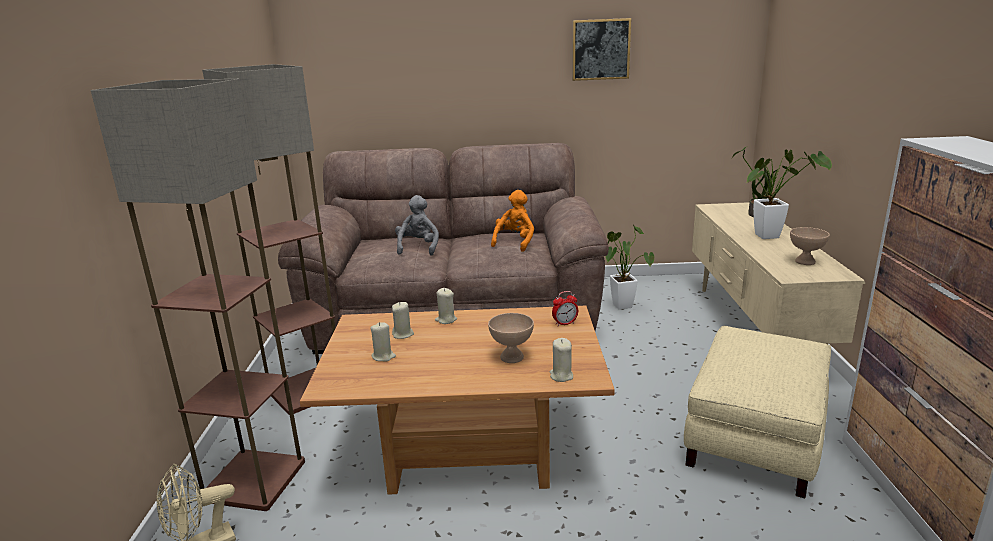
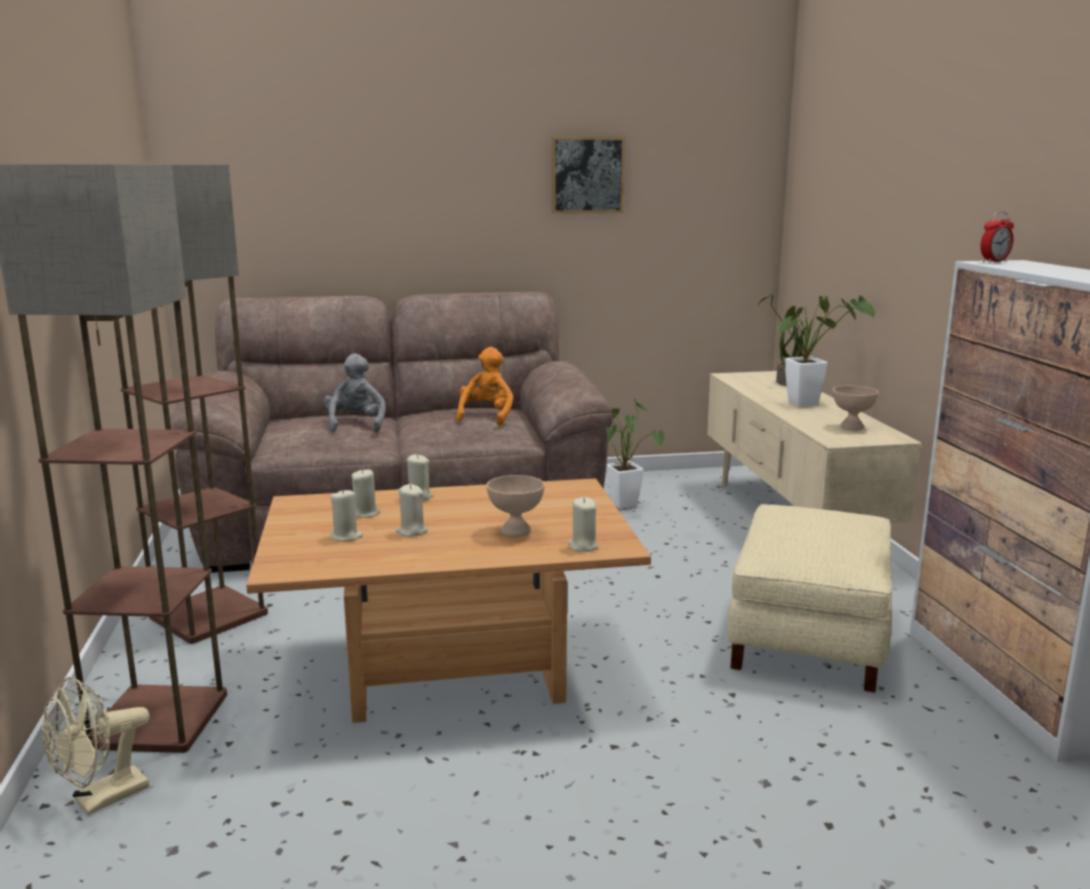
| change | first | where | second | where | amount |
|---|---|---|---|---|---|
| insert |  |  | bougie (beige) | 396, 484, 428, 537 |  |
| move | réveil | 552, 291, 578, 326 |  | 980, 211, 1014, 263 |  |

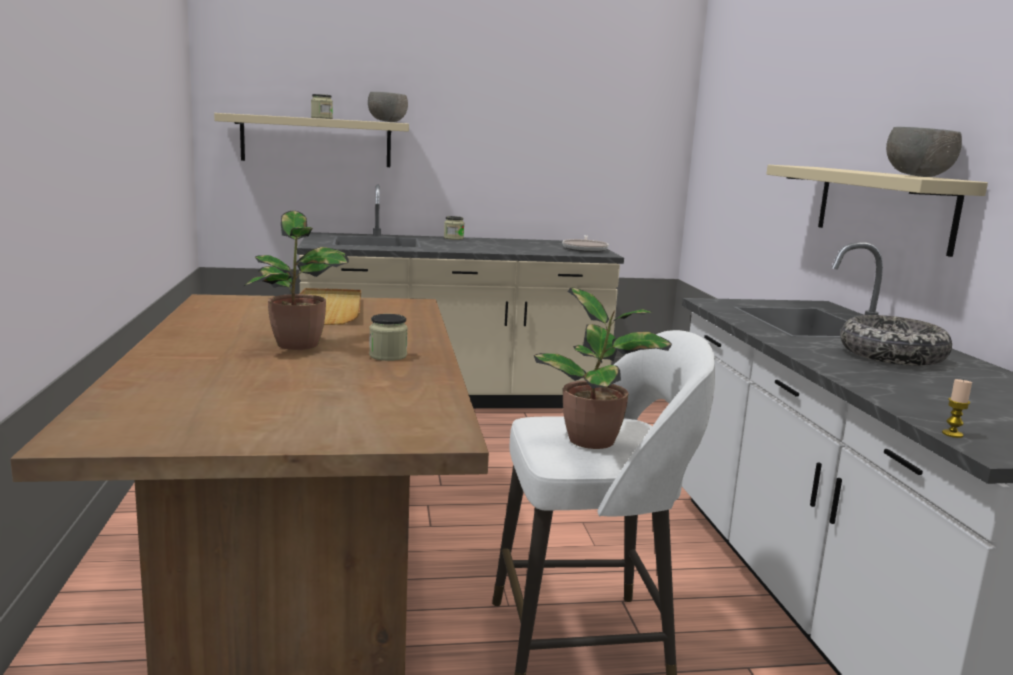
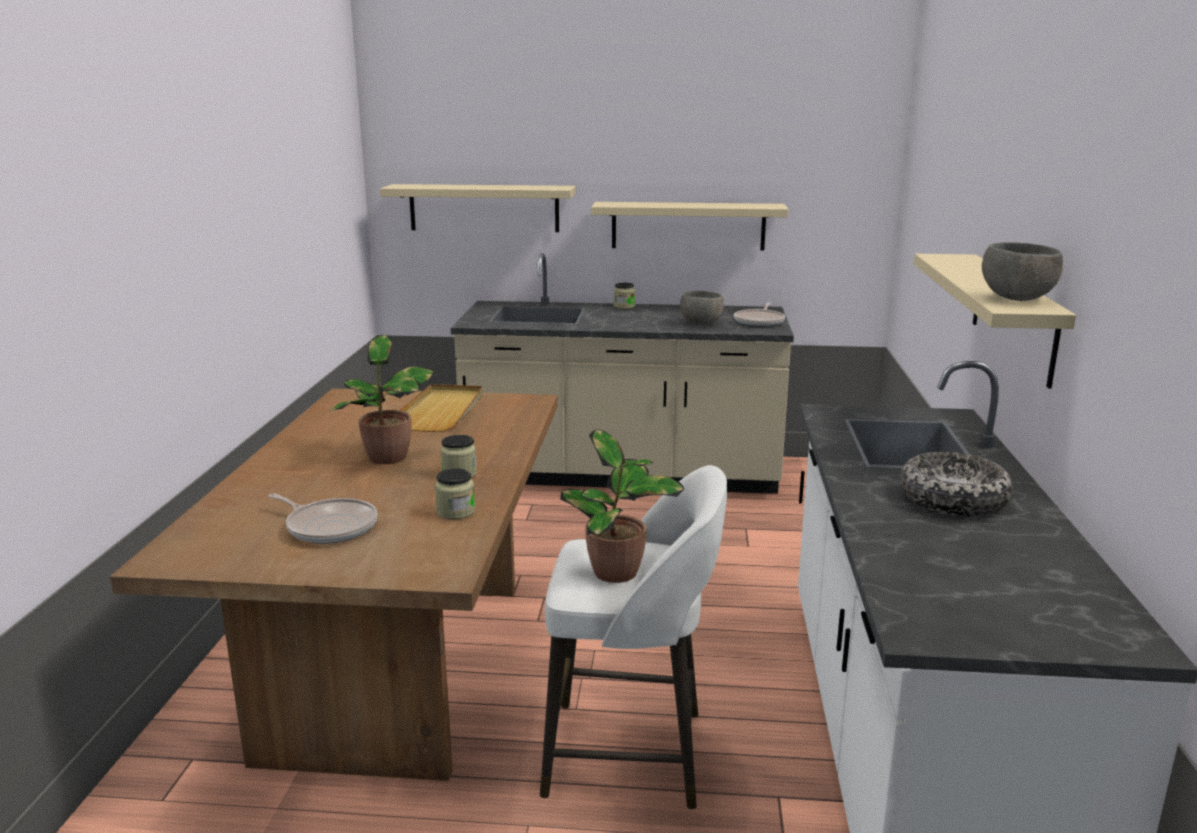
| change | first | where | second | where | amount |
|---|---|---|---|---|---|
| delete | bougie | 942, 379, 972, 438 |  |  |  |
| insert |  |  | poêle | 269, 493, 377, 544 |  |
| insert |  |  | étagère (beige) | 591, 202, 789, 250 |  |
| move | bocal | 311, 94, 333, 119 |  | 435, 468, 475, 519 |  |
| move | bol (gris) | 368, 92, 408, 122 |  | 680, 290, 724, 325 |  |

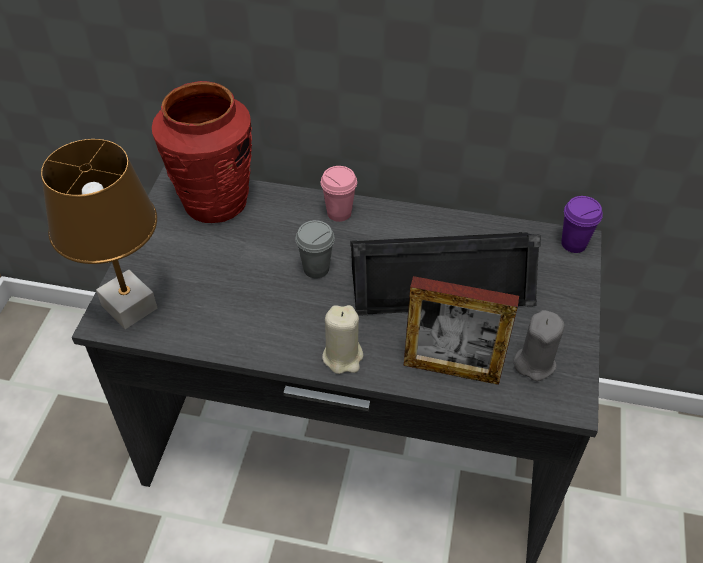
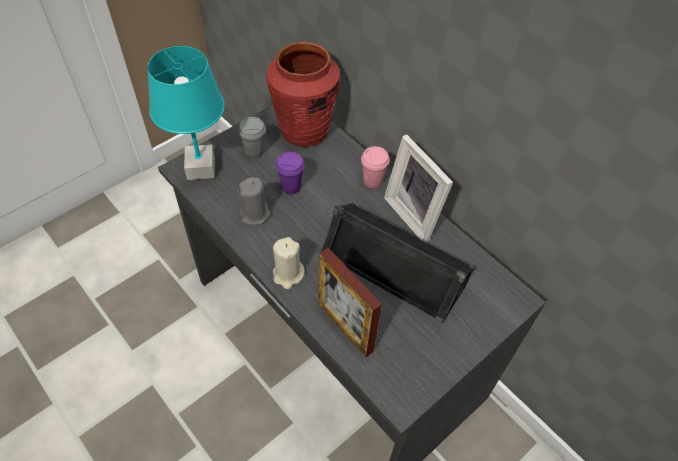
| change | first | where | second | where | amount |
|---|---|---|---|---|---|
| insert |  |  | cadre photo | 384, 135, 453, 243 |  |
| move | tasse (gris) | 296, 220, 335, 278 |  | 238, 117, 266, 159 |  |
| move | bougie (gris) | 513, 310, 565, 381 |  | 239, 177, 271, 225 |  |
| move | tasse (violet) | 561, 196, 603, 253 |  | 276, 152, 305, 194 |  |
| recolor | lampe de table (marron) | 41, 139, 157, 329 | lampe de table (turquoise) | 147, 46, 225, 180 |  |

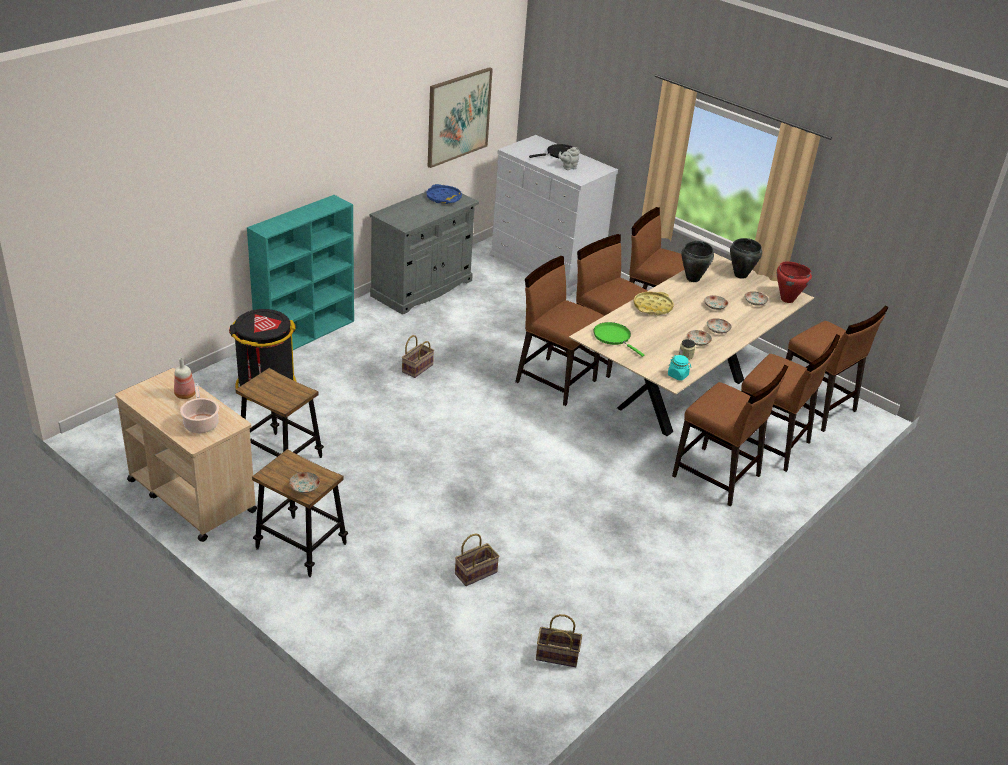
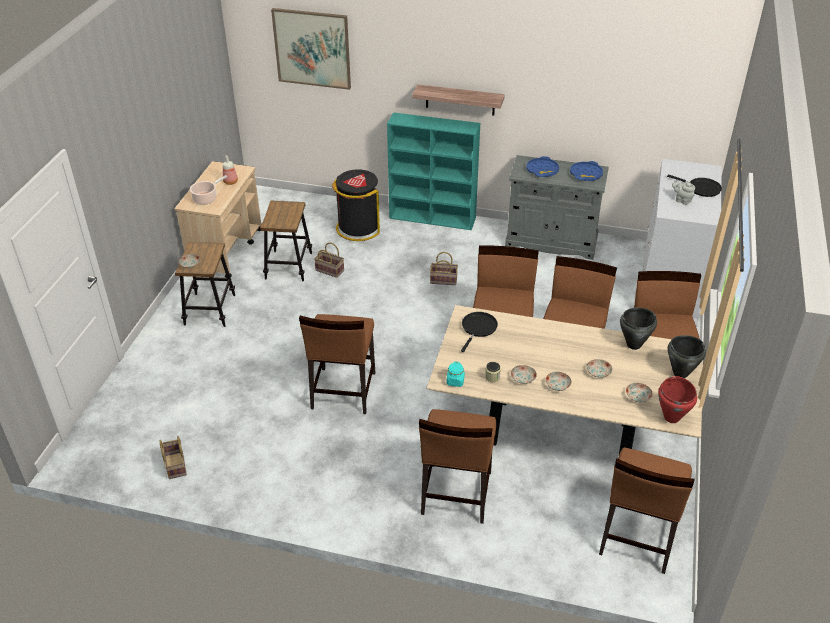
| change | first | where | second | where | amount |
|---|---|---|---|---|---|
| delete | plateau (jaune) | 633, 292, 674, 316 |  |  |  |
| insert |  |  | étagère | 412, 84, 505, 116 |  |
| insert |  |  | plateau (bleu) | 526, 156, 559, 177 |  |
| move | tableau | 428, 67, 493, 168 |  | 271, 8, 351, 90 |  |
| move | panier | 455, 534, 499, 586 |  | 314, 242, 344, 278 |  |
| move | chaise (marron) | 741, 334, 840, 472 |  | 299, 314, 375, 414 |  |
| recolor | poêle (vert) | 593, 322, 644, 357 | poêle (noir) | 461, 312, 498, 352 |  |

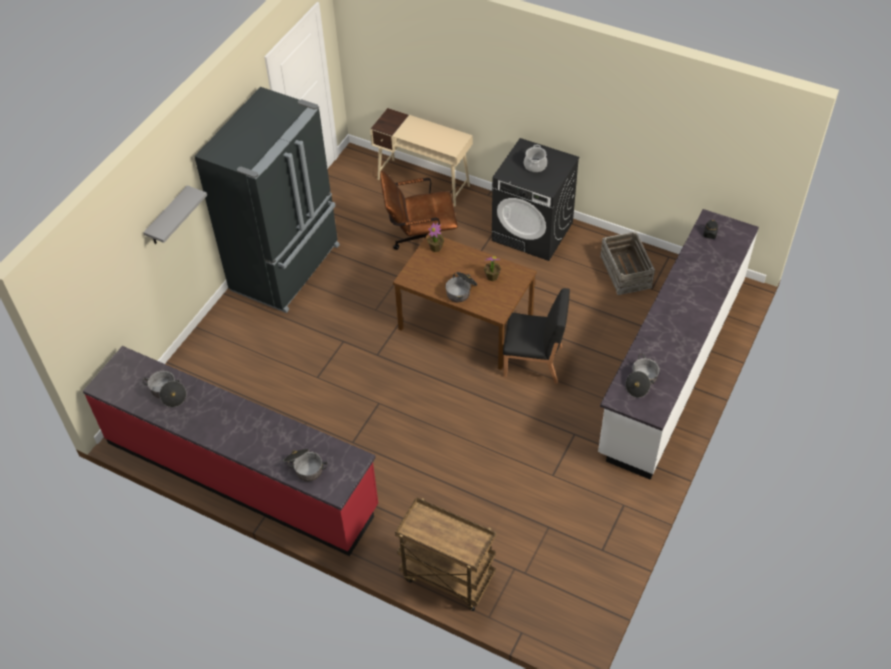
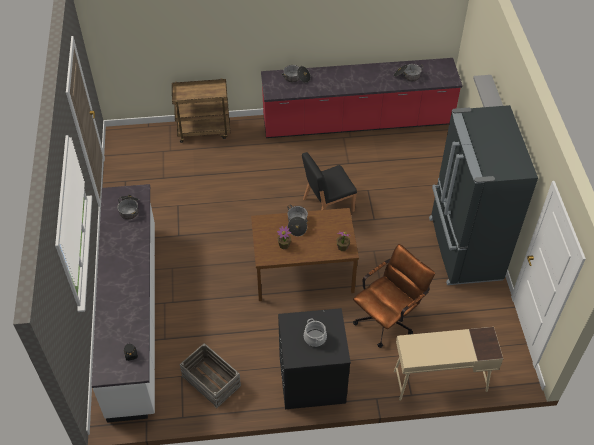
| change | first | where | second | where | amount |
|---|---|---|---|---|---|
| move | chaise (noir) | 503, 288, 570, 384 |  | 302, 152, 357, 212 |  |

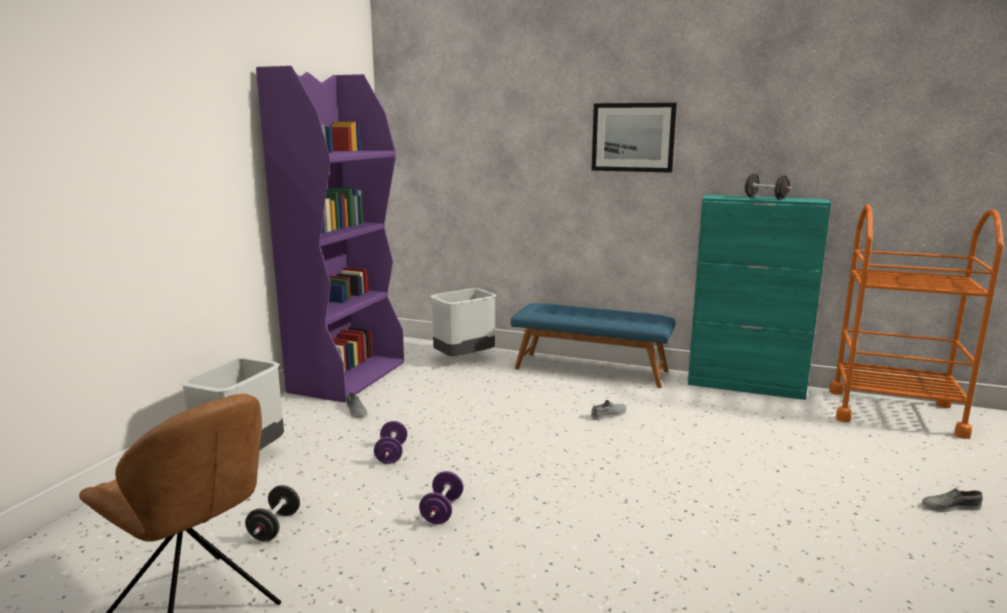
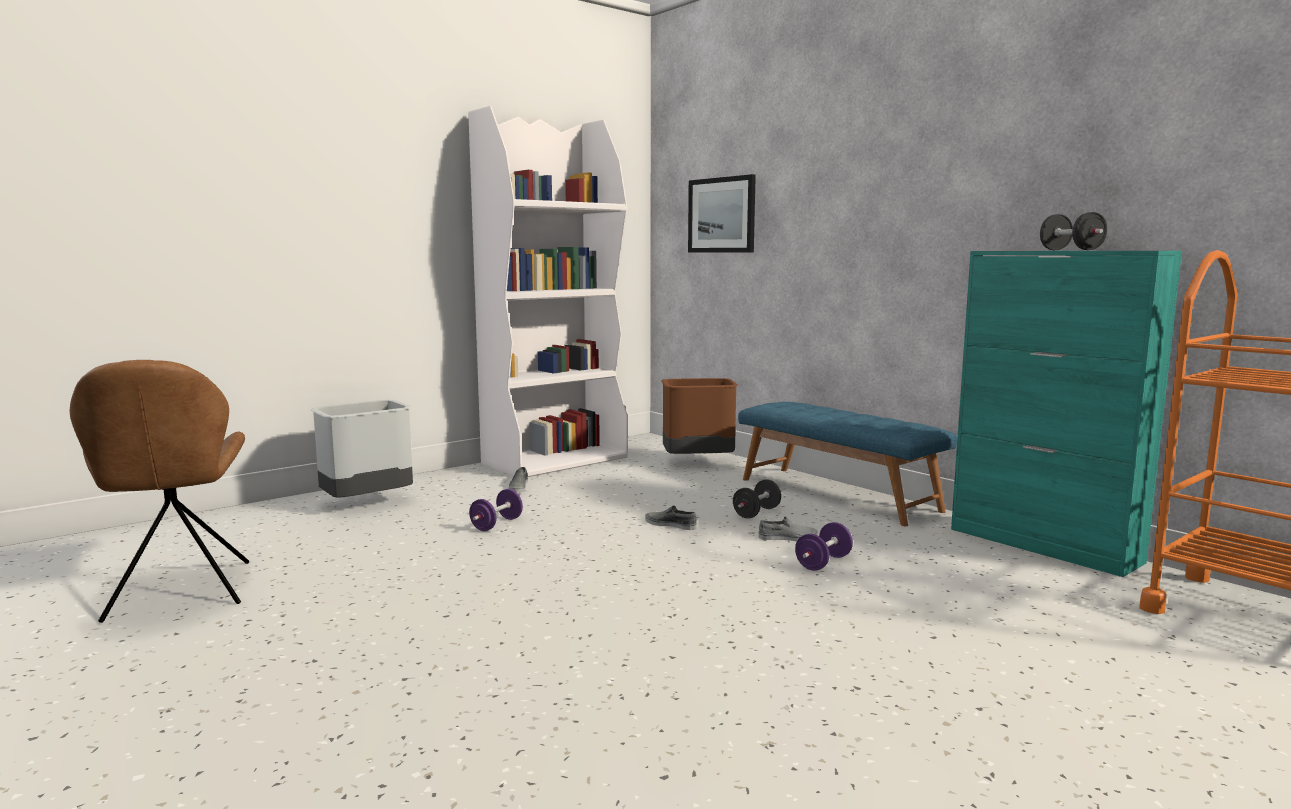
| change | first | where | second | where | amount |
|---|---|---|---|---|---|
| move | haltère (noir) | 245, 485, 300, 541 |  | 733, 479, 781, 519 |  |
| move | haltère (violet) | 419, 471, 463, 524 |  | 795, 522, 853, 571 |  |
| move | tableau | 592, 103, 677, 173 |  | 688, 174, 756, 253 |  |
| move | chaussure (gris) | 921, 488, 983, 512 |  | 645, 505, 697, 530 |  |
| recolor | bibliothèque (violet) | 256, 66, 404, 403 | bibliothèque (blanc) | 468, 106, 628, 477 |  |
| recolor | poubelle (gris) | 430, 288, 496, 356 | poubelle (marron) | 661, 378, 738, 454 |  |

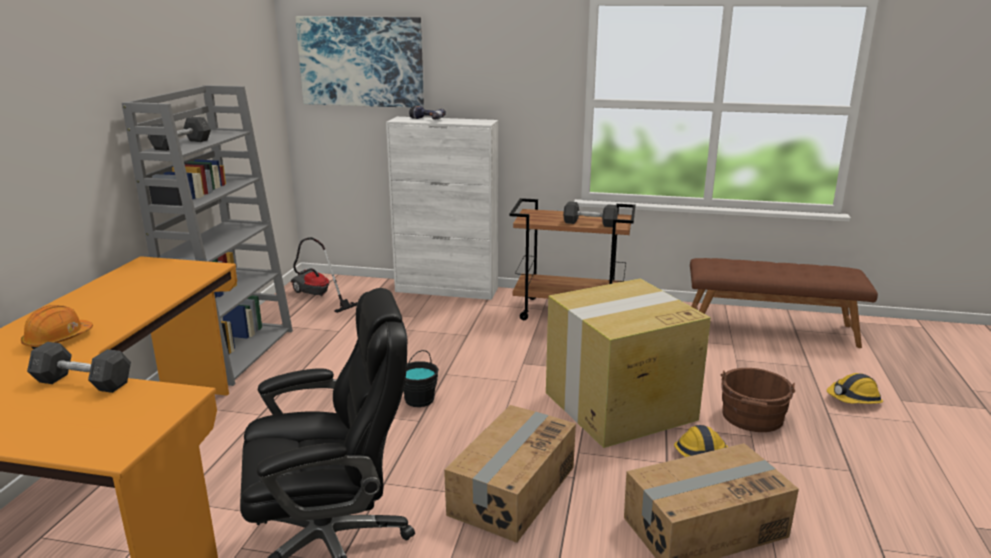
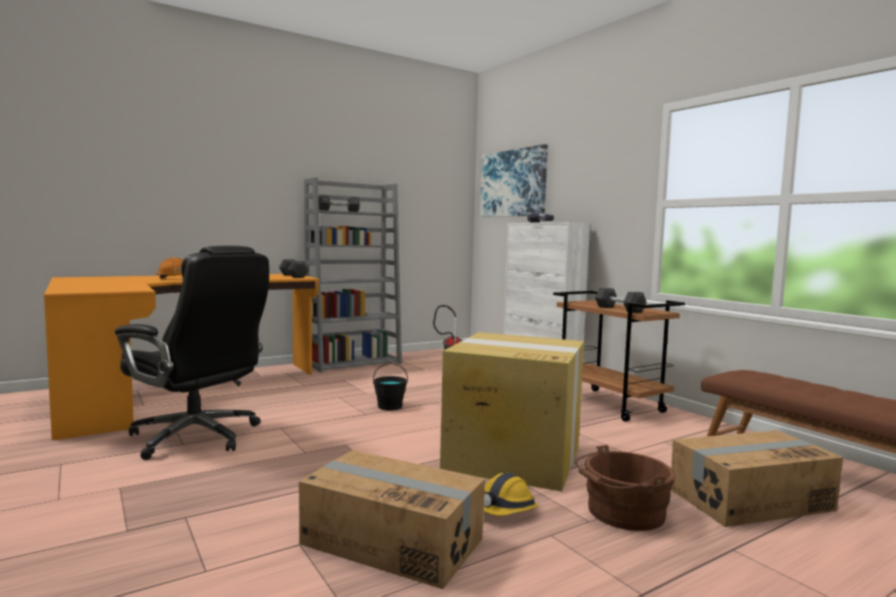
| change | first | where | second | where | amount |
|---|---|---|---|---|---|
| delete | casque de chantier | 827, 373, 883, 404 |  |  |  |
| move | haltère (gris) | 27, 342, 131, 393 |  | 279, 259, 309, 278 |  |
| move | carton | 444, 405, 576, 543 |  | 671, 430, 843, 527 |  |

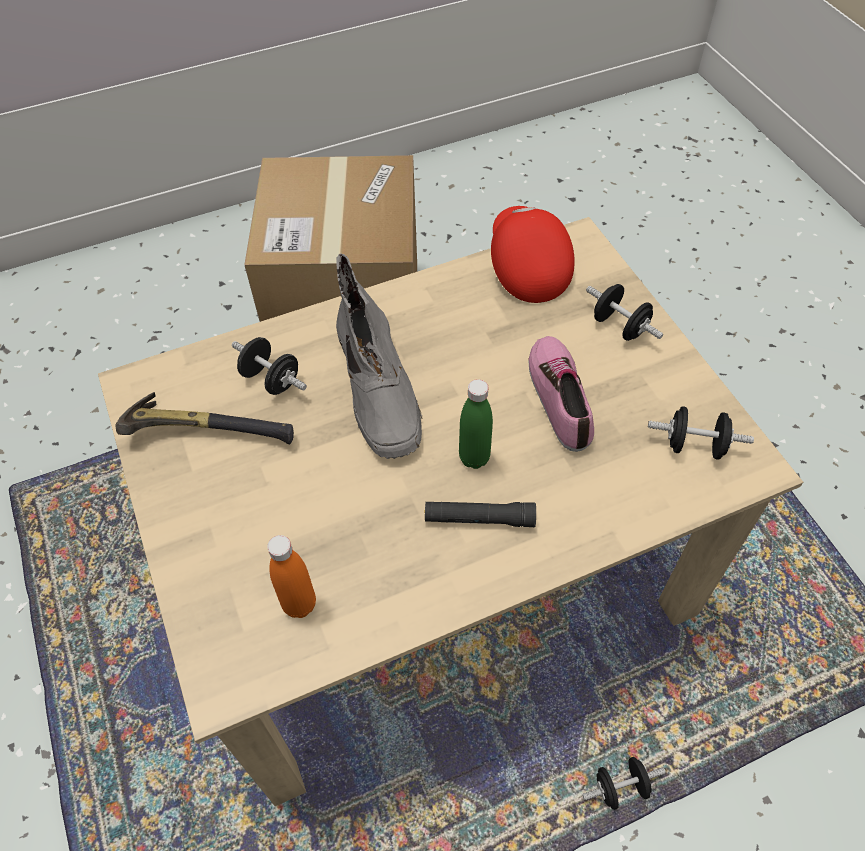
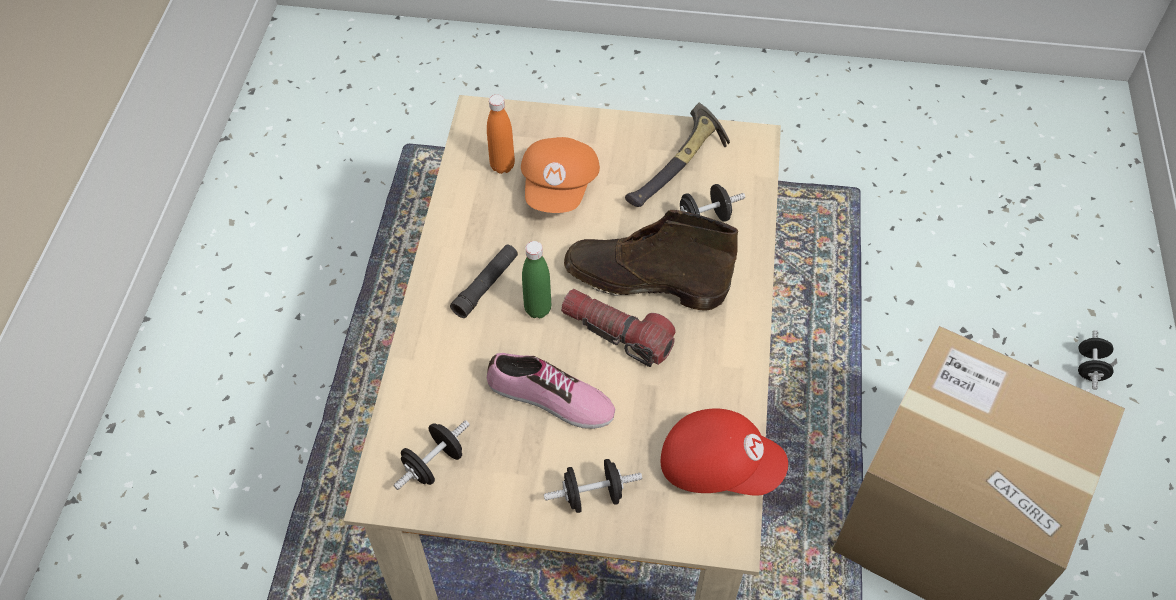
| change | first | where | second | where | amount |
|---|---|---|---|---|---|
| insert |  |  | casquette (orange) | 521, 137, 600, 213 |  |
| insert |  |  | lampe de poche | 561, 289, 676, 367 |  |
| move | haltère (noir) | 582, 757, 665, 810 |  | 1078, 330, 1114, 390 |  |
| recolor | botte (gris) | 336, 253, 422, 459 | botte (marron) | 564, 210, 738, 310 |  |

